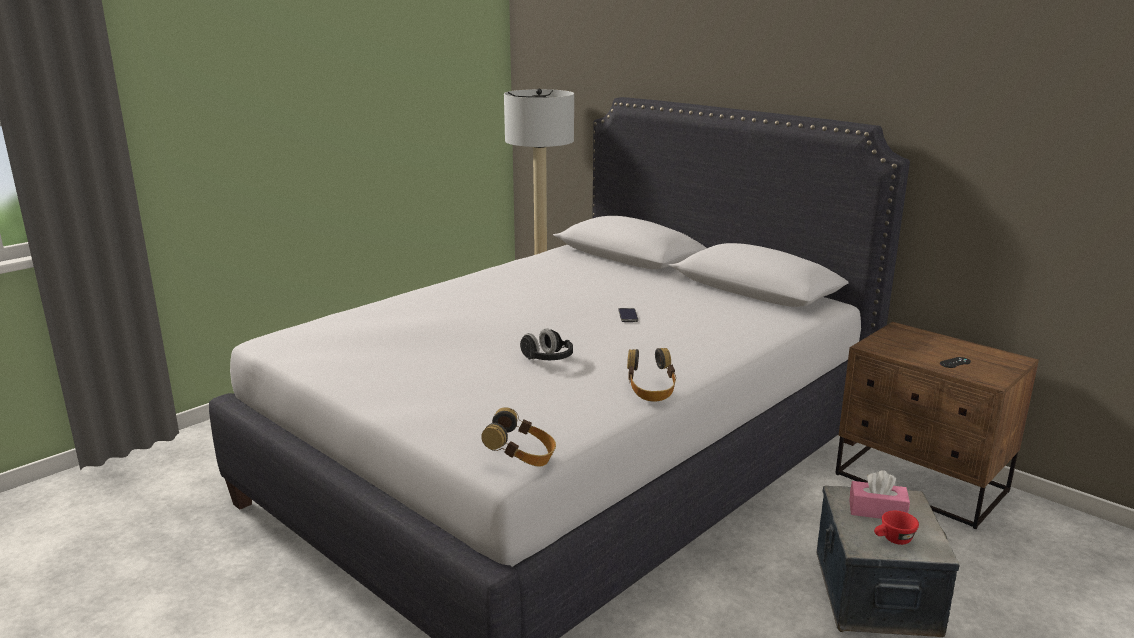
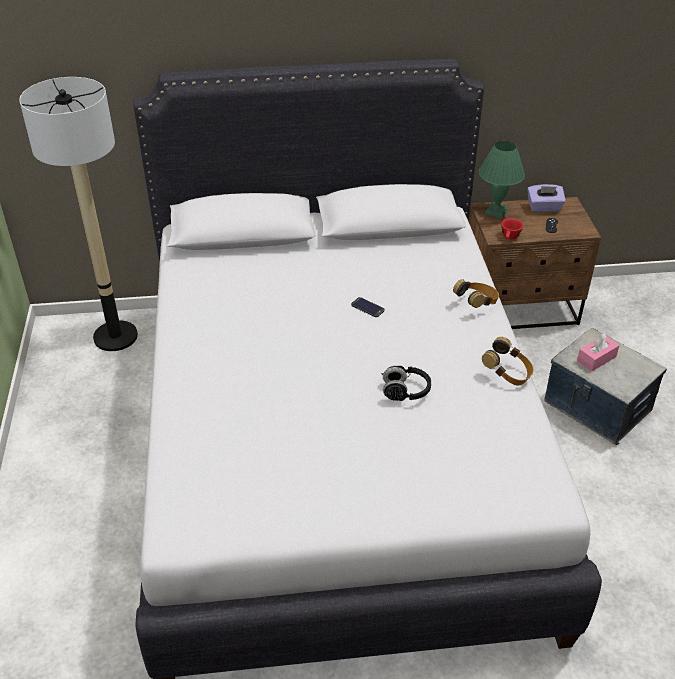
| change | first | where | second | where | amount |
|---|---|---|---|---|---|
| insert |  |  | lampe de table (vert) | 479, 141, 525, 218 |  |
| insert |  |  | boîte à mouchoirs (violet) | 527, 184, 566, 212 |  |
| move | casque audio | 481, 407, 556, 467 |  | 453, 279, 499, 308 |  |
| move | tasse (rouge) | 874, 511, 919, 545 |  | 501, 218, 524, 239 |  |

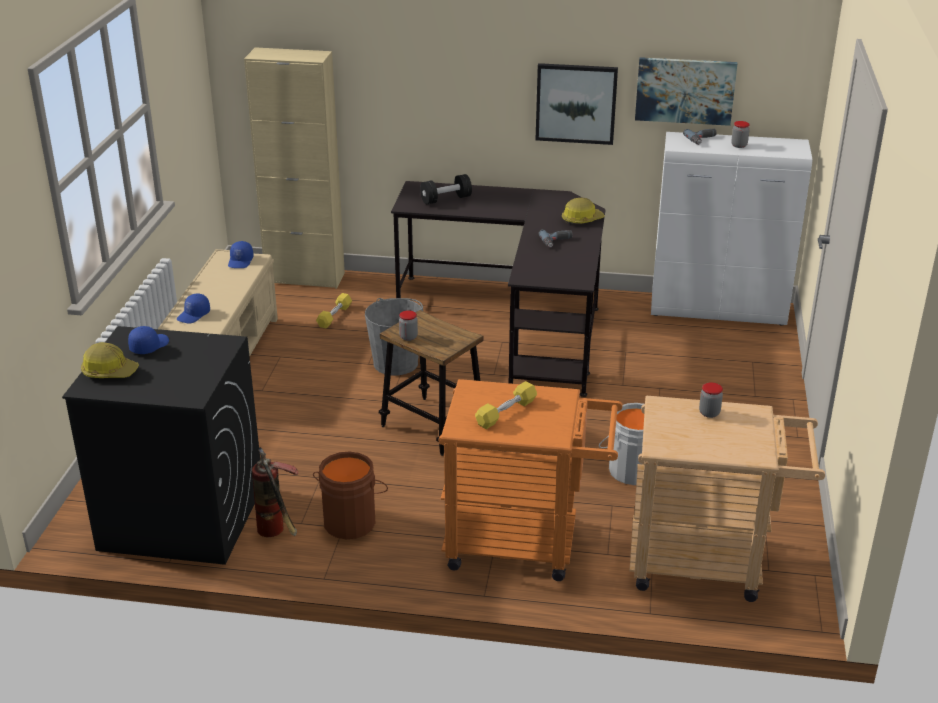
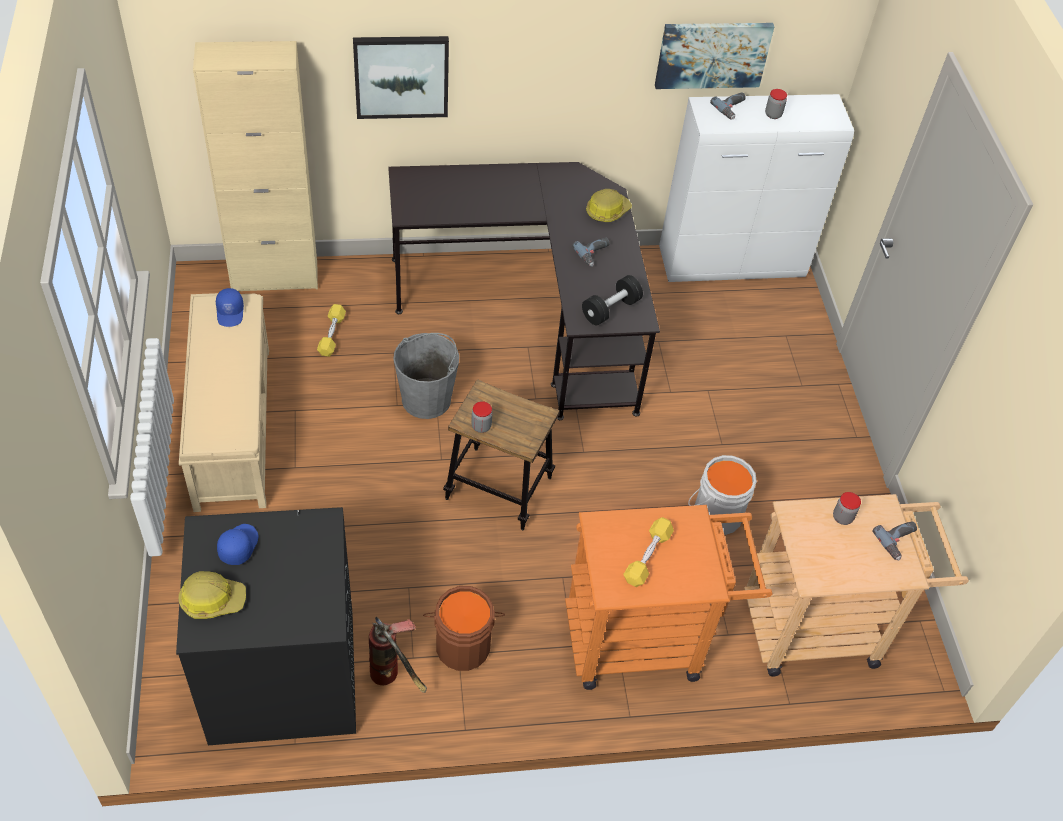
| change | first | where | second | where | amount |
|---|---|---|---|---|---|
| delete | casquette (bleu) | 177, 294, 210, 323 |  |  |  |
| insert |  |  | perceuse | 872, 521, 917, 560 |  |
| move | haltère (noir) | 420, 174, 472, 205 |  | 582, 275, 643, 325 |  |
| move | tableau | 535, 63, 618, 145 |  | 353, 36, 449, 119 |  |

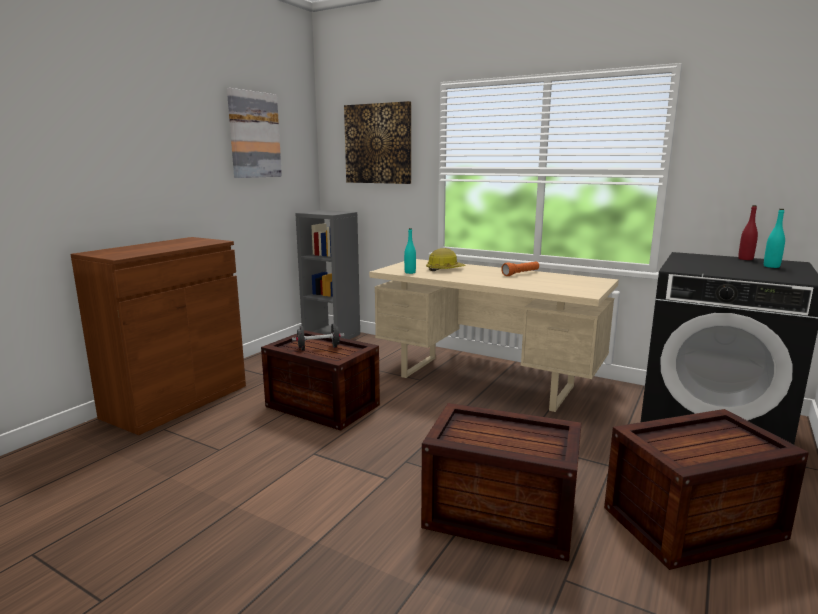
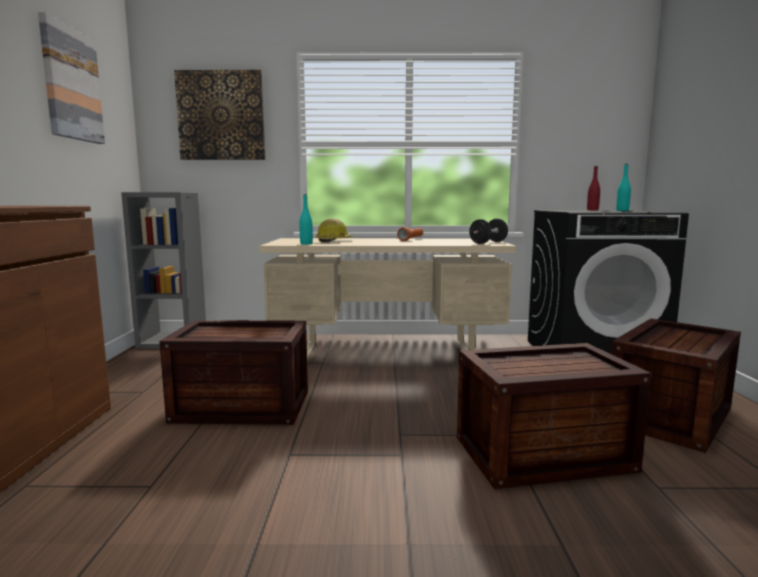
| change | first | where | second | where | amount |
|---|---|---|---|---|---|
| move | haltère (noir) | 292, 324, 344, 351 |  | 469, 219, 508, 244 |  |

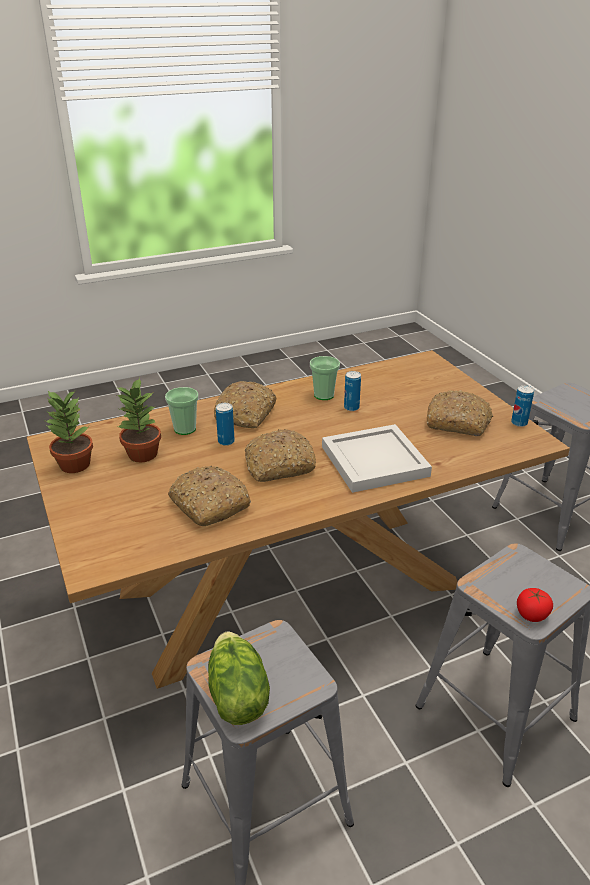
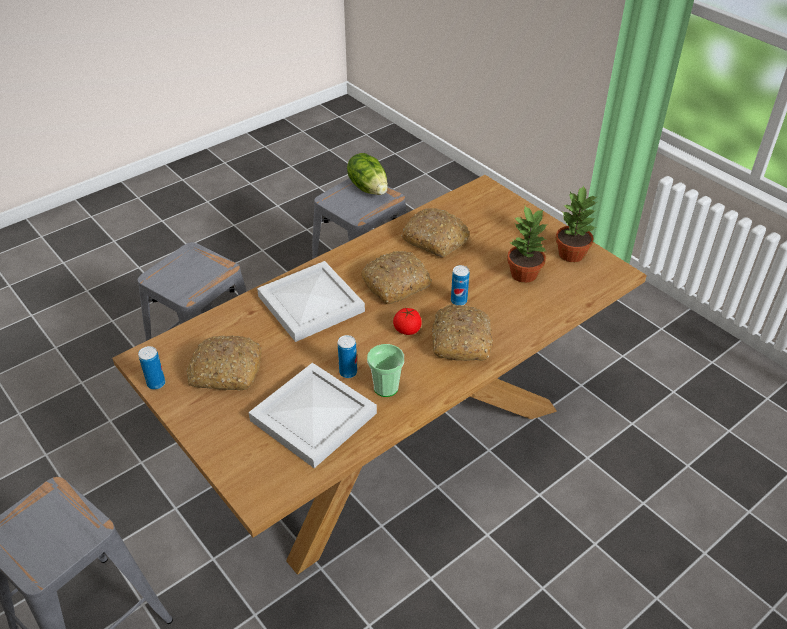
| change | first | where | second | where | amount |
|---|---|---|---|---|---|
| delete | tasse | 165, 387, 199, 435 |  |  |  |
| insert |  |  | plateau (blanc) | 248, 363, 377, 468 |  |
| move | tomate | 517, 588, 553, 622 |  | 393, 308, 422, 335 |  |

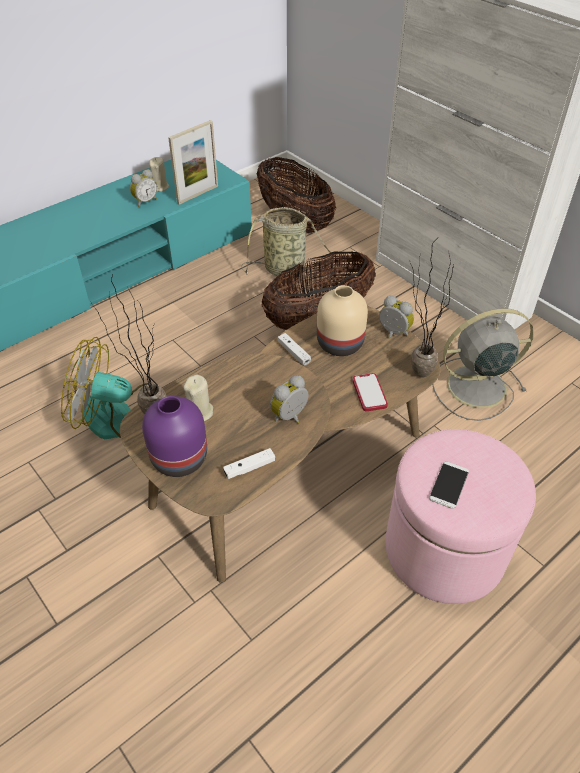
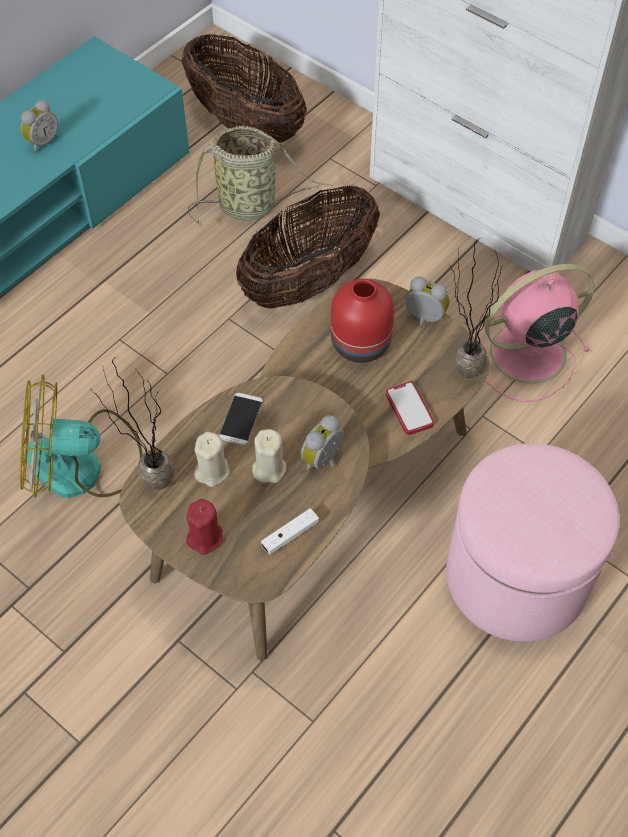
| change | first | where | second | where | amount |
|---|---|---|---|---|---|
| delete | cadre photo | 168, 120, 218, 205 |  |  |  |
| delete | manette (blanc) | 277, 333, 311, 366 |  |  |  |
| move | bougie (beige) | 149, 157, 169, 192 |  | 252, 429, 287, 483 |  |
| move | téléphone | 429, 461, 469, 509 |  | 219, 393, 263, 445 |  |
| replace | vase (violet) | 142, 396, 207, 477 | bougie (rouge) | 186, 499, 223, 555 |  |
| recolor | vase (beige) | 317, 285, 368, 356 | vase (rouge) | 331, 279, 394, 363 |  |
| recolor | ventilateur (gris) | 432, 309, 534, 421 | ventilateur (rose) | 473, 264, 595, 402 |  |

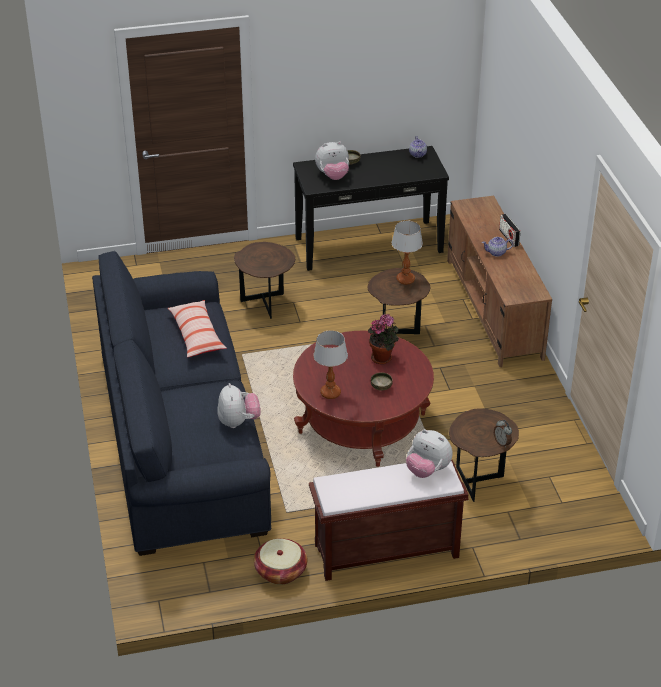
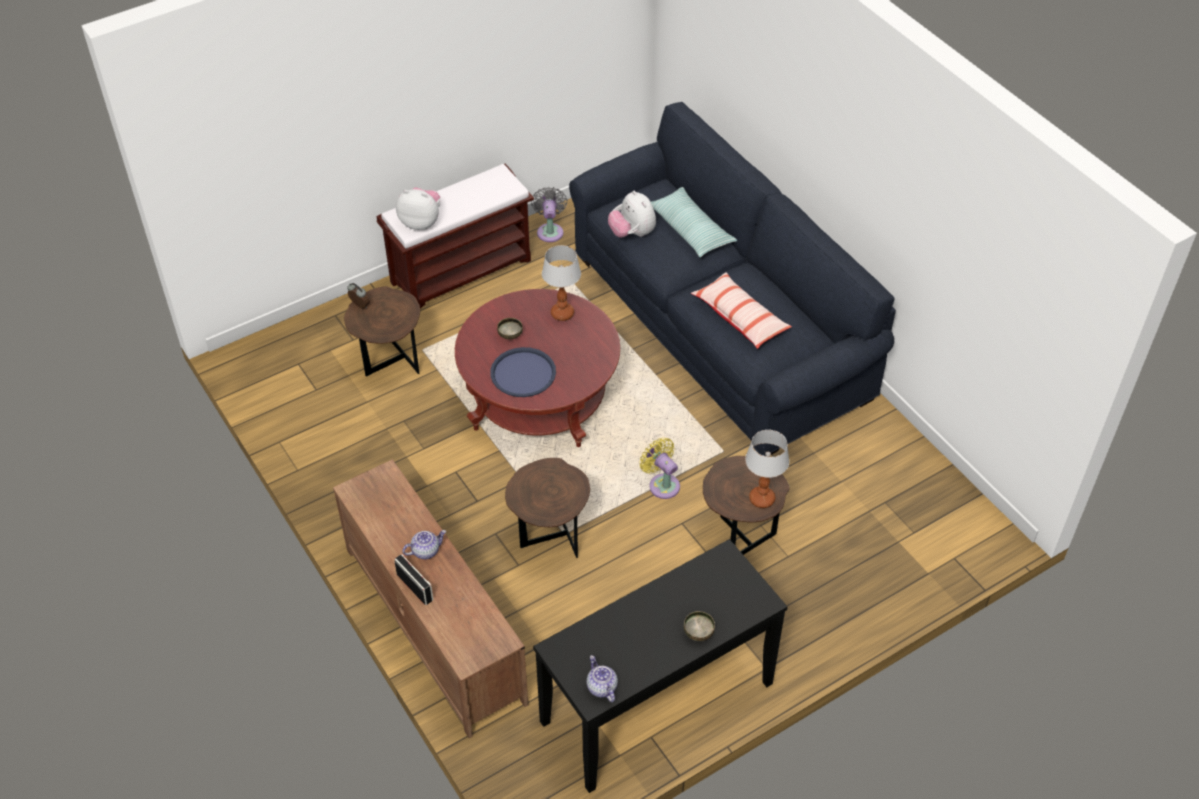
| change | first | where | second | where | amount |
|---|---|---|---|---|---|
| delete | peluche | 315, 141, 349, 180 |  |  |  |
| insert |  |  | ventilateur (jaune) | 639, 438, 680, 499 |  |
| insert |  |  | coussin | 651, 187, 737, 257 |  |
| move | lampe de table | 392, 221, 423, 285 |  | 745, 430, 789, 508 |  |
| replace | panier | 254, 538, 307, 585 | ventilateur (gris) | 531, 187, 567, 242 |  |
| replace | plante en pot | 368, 314, 399, 364 | plateau (bleu) | 490, 347, 556, 397 |  |

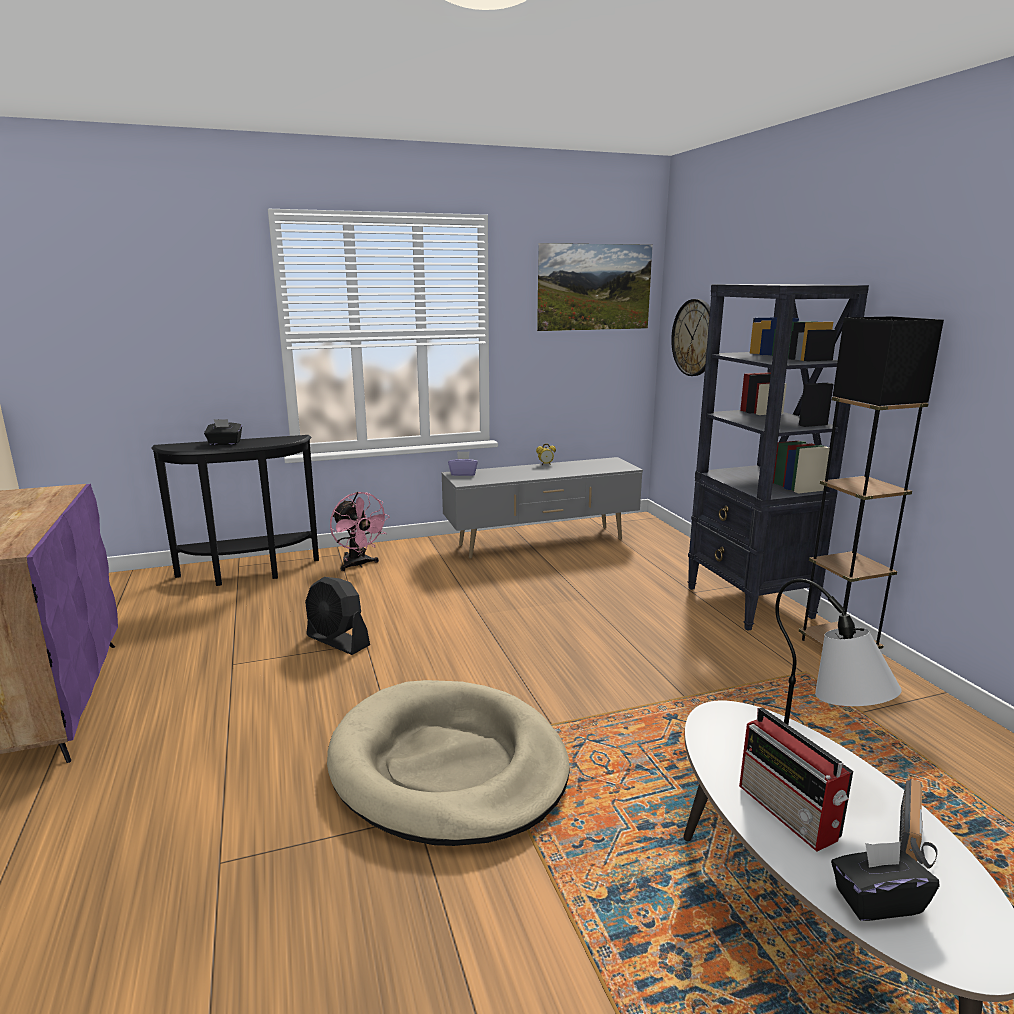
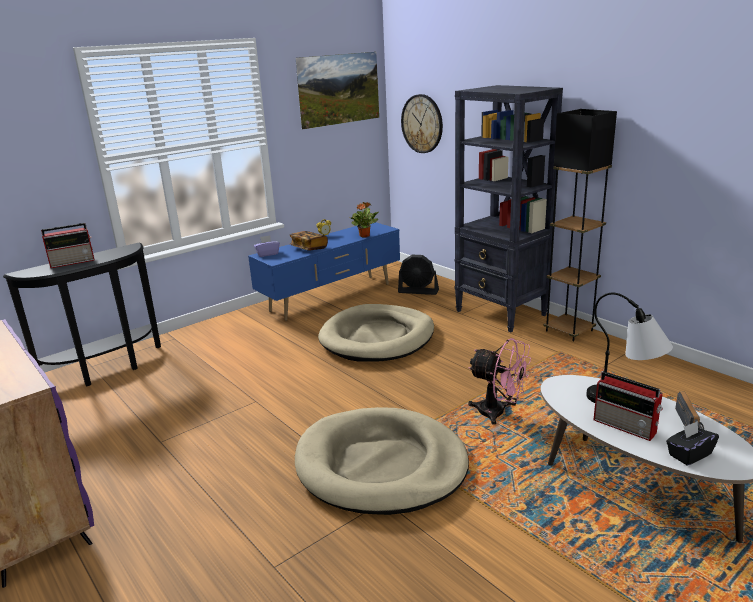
| change | first | where | second | where | amount |
|---|---|---|---|---|---|
| insert |  |  | livre | 290, 231, 328, 251 |  |
| insert |  |  | panier pour chien (beige) | 318, 304, 434, 362 |  |
| insert |  |  | plante en pot | 350, 202, 379, 238 |  |
| move | ventilateur (noir) | 305, 577, 370, 655 |  | 398, 255, 439, 295 |  |
| move | ventilateur (rose) | 330, 492, 390, 571 |  | 468, 338, 531, 425 |  |
| replace | boîte à mouchoirs (noir) | 204, 419, 242, 445 | radio | 41, 223, 95, 268 |  |
| recolor | meuble télé (gris) | 442, 457, 643, 559 | meuble télé (bleu) | 248, 222, 400, 321 |  |

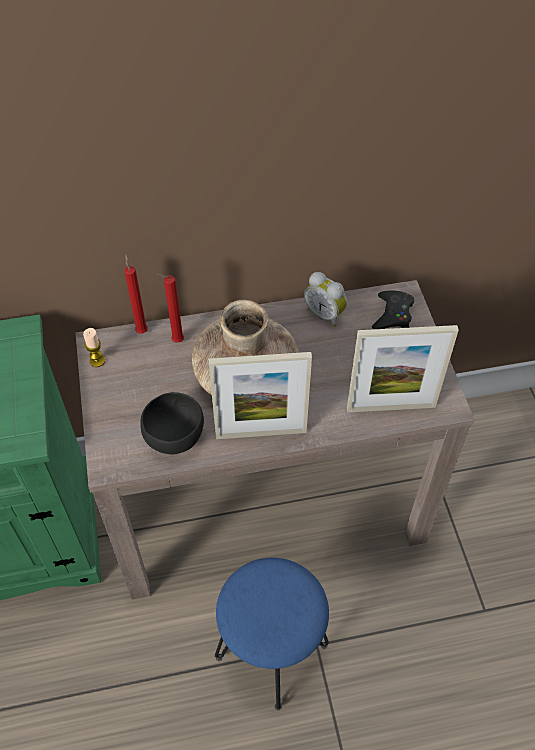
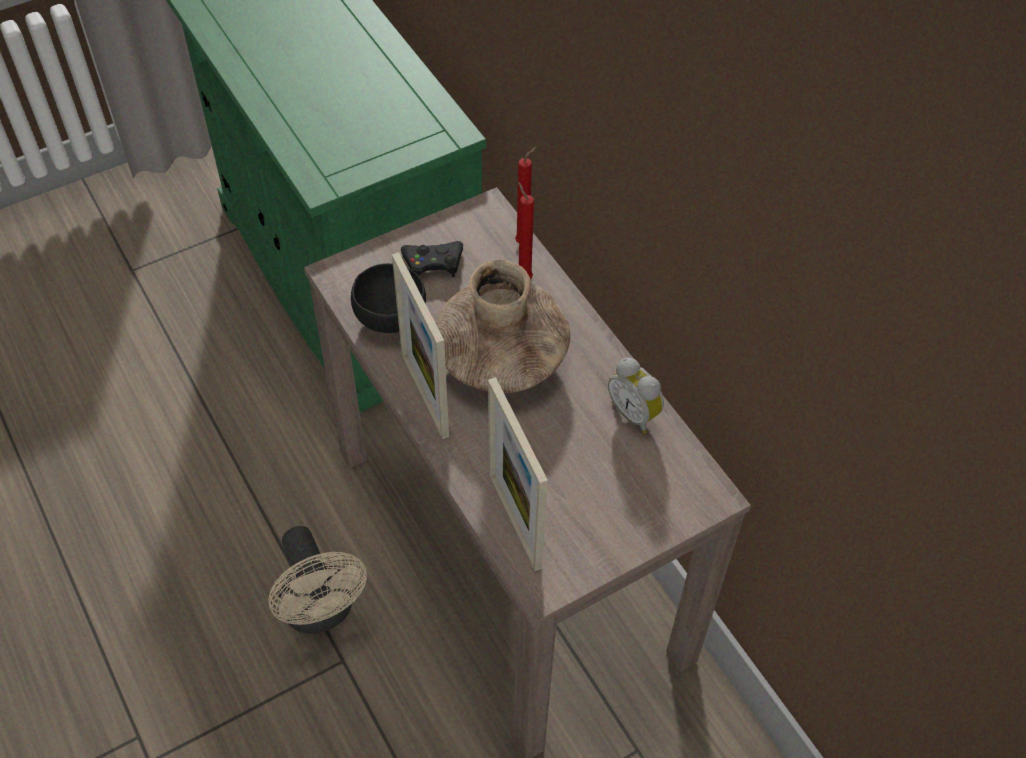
| change | first | where | second | where | amount |
|---|---|---|---|---|---|
| delete | bougie | 83, 328, 105, 367 |  |  |  |
| move | manette (noir) | 372, 290, 414, 329 |  | 401, 241, 463, 277 |  |
| replace | tabouret (bleu) | 215, 558, 329, 710 | ventilateur (beige) | 268, 526, 367, 634 |  |
| rotate | réveil | 304, 272, 347, 327 |  | 608, 358, 664, 434 | 60 degrees counterclockwise |

